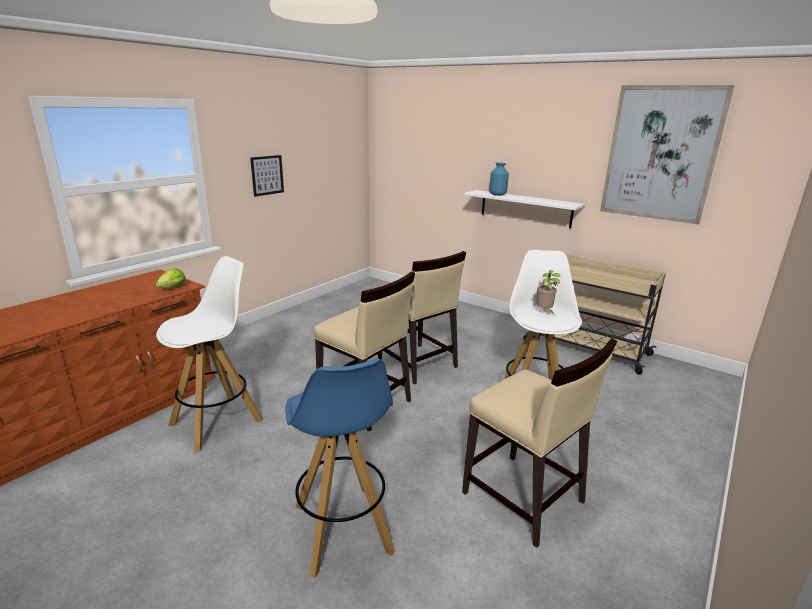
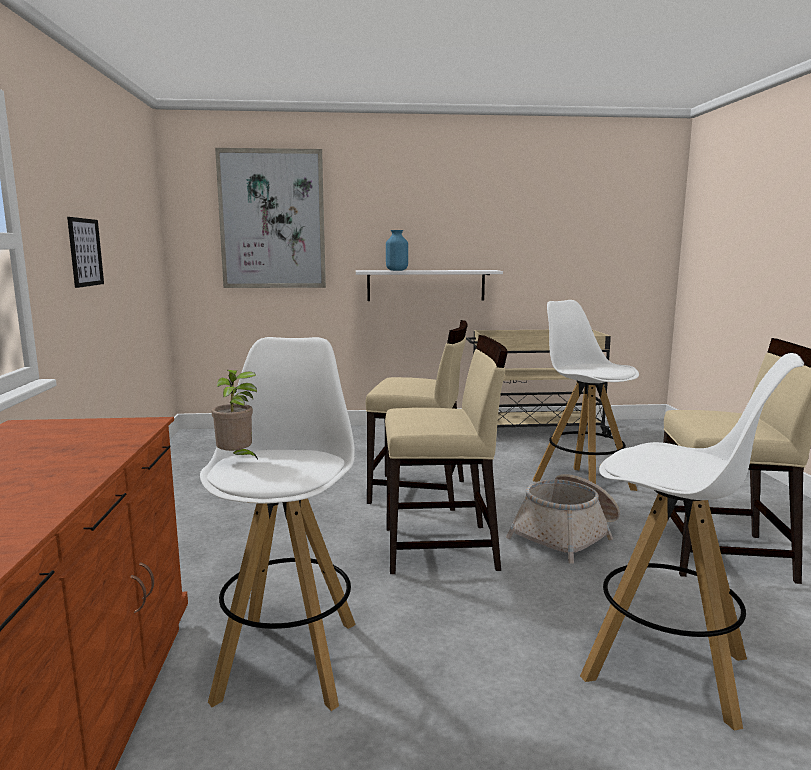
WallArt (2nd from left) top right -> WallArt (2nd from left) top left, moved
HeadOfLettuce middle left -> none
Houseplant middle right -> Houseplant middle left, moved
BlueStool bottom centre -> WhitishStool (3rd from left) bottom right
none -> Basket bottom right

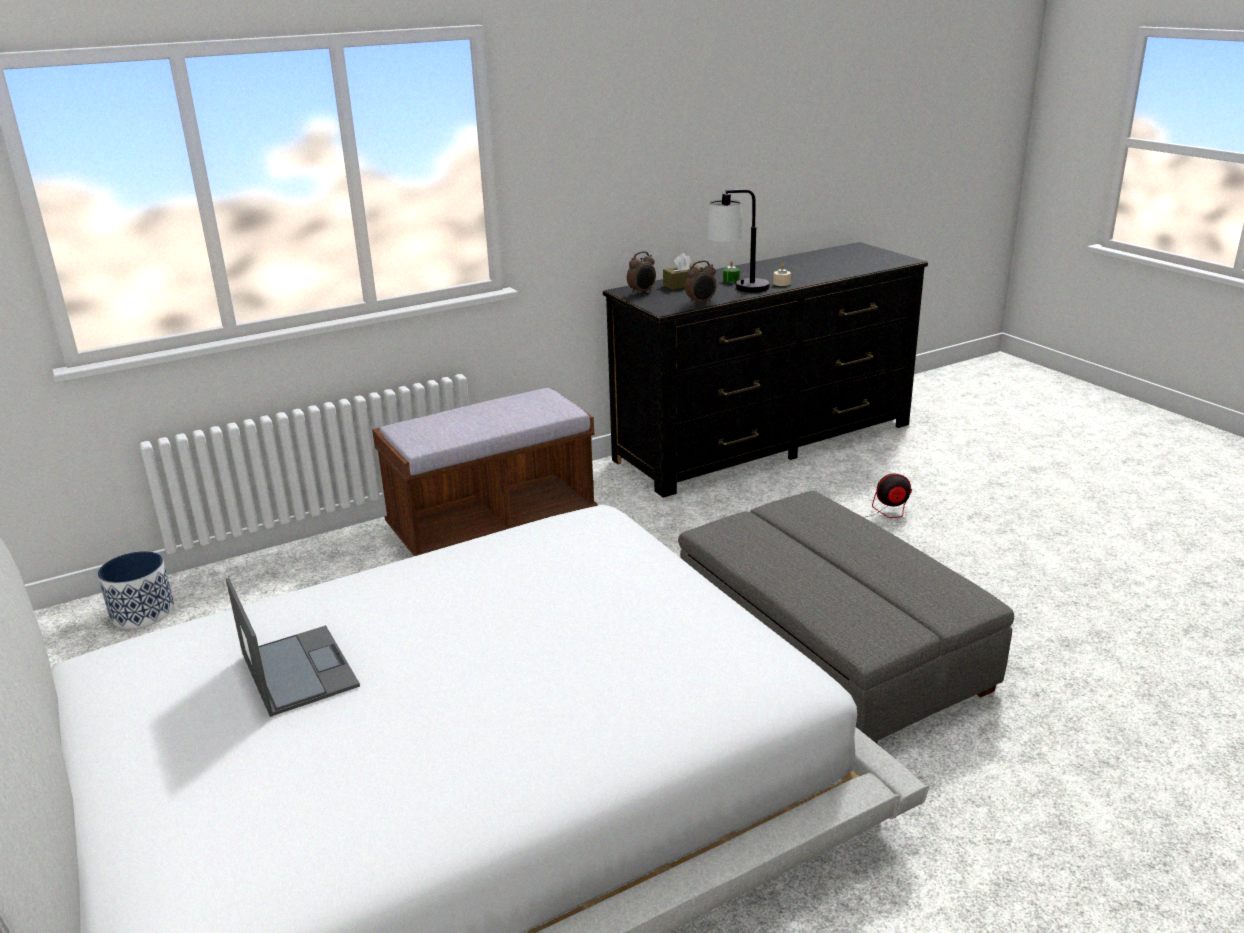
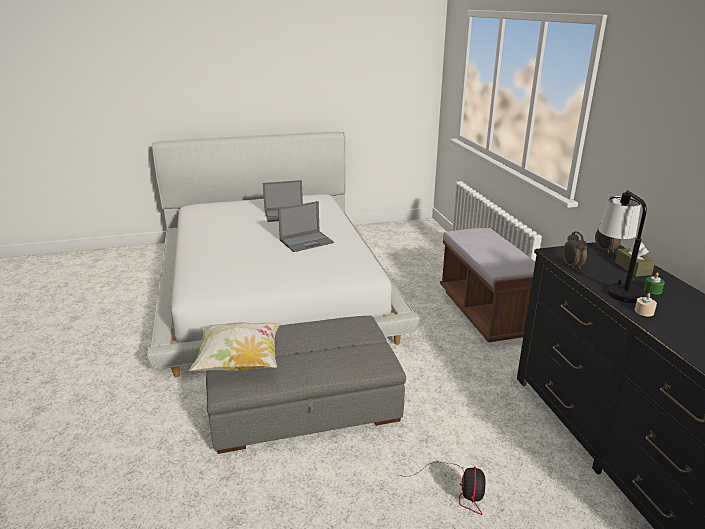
Planter middle left -> none
none -> Laptop (2nd from left) centre
none -> ThrowPillow middle left

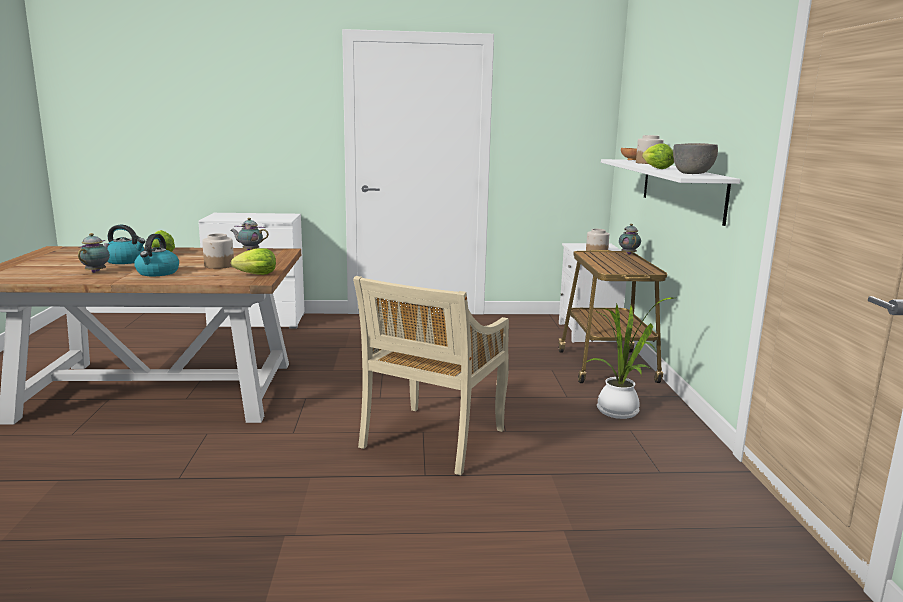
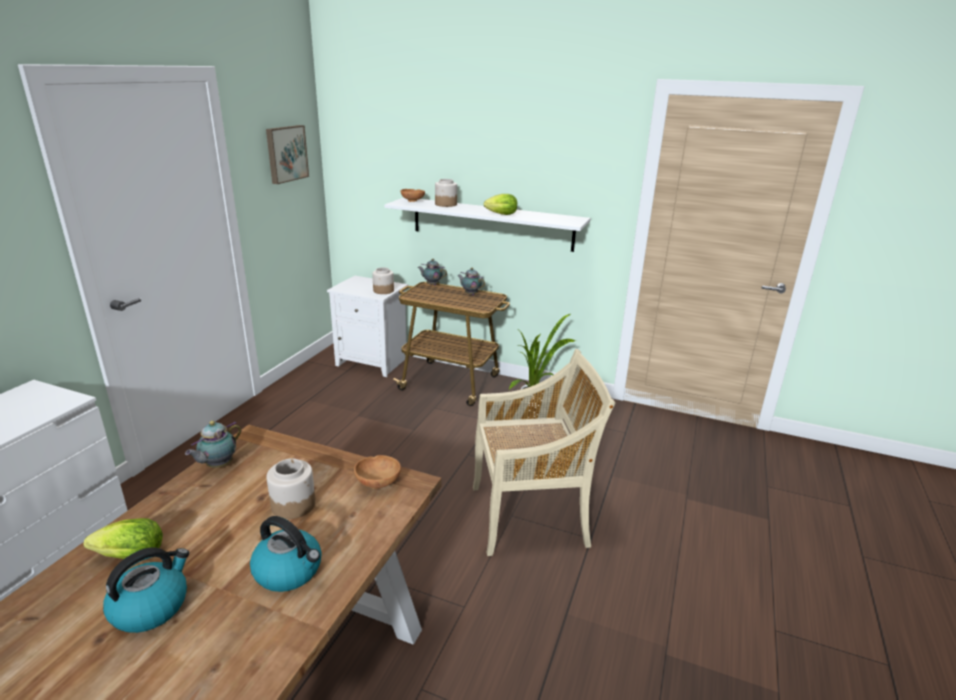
GrayBowl top right -> none
TeaPot (1st from left in the first image) middle left -> TeaPot (3rd from left) centre, moved
HeadOfLettuce (2nd from left) middle left -> BrownColouredBowl (1st from left) bottom centre
SandColouredPlainChair centre, 60 degrees counterclockwise
none -> WallArt top left

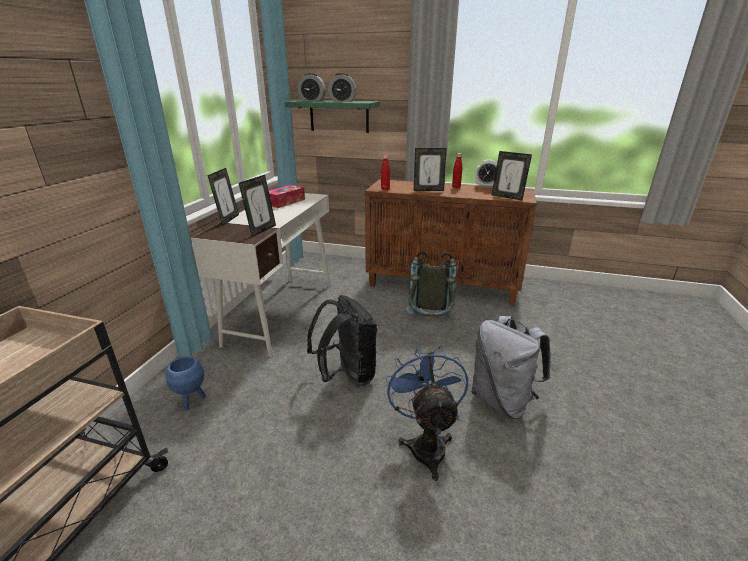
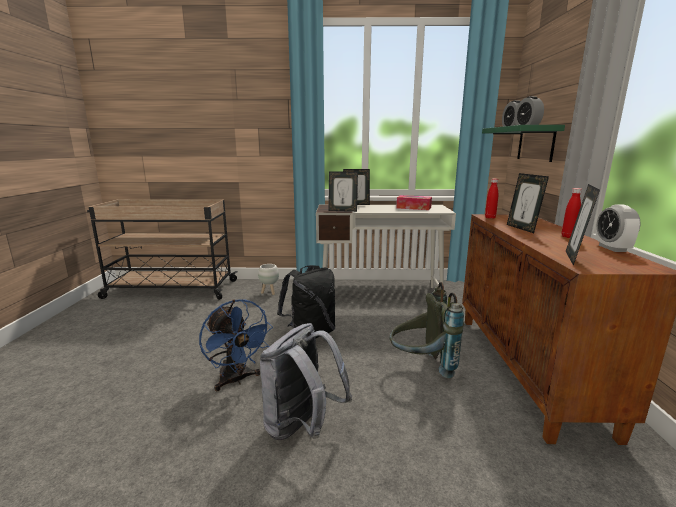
BlueElectricFan bottom centre, 75 degrees clockwise
BluePlanter bottom left -> WhitishPlanter centre

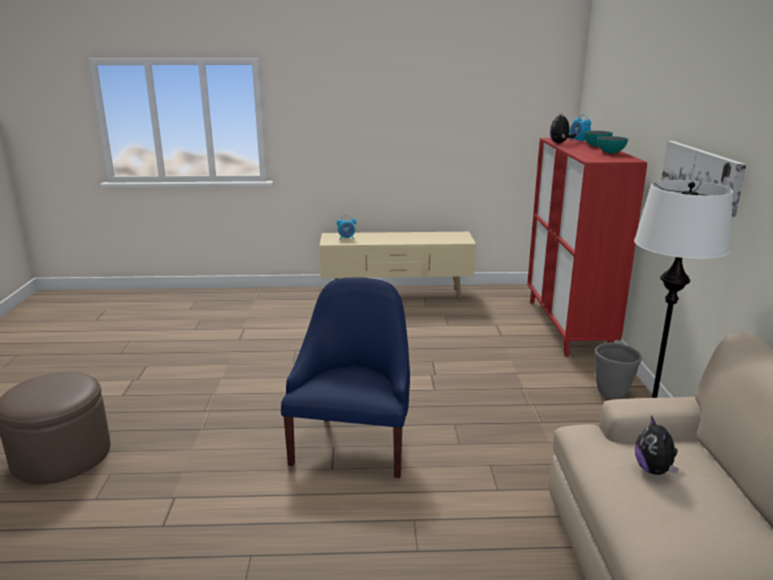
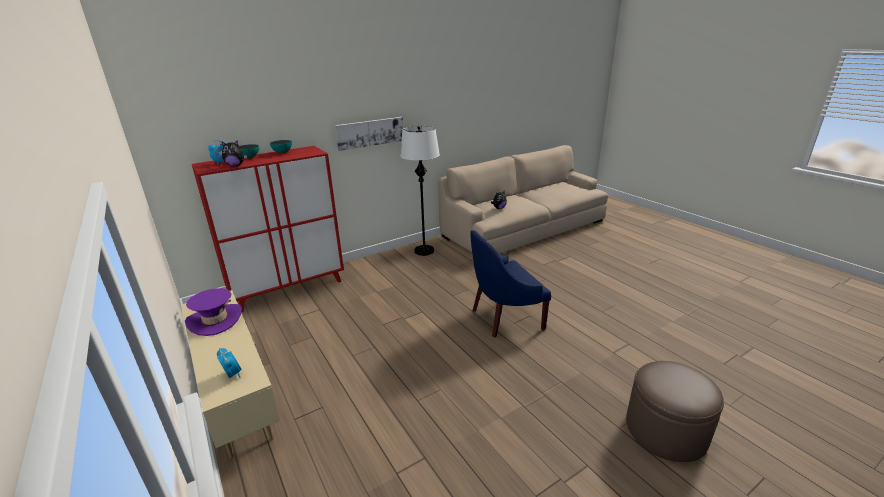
GrayPlanter middle right -> none
none -> PurplishWearableHat middle left

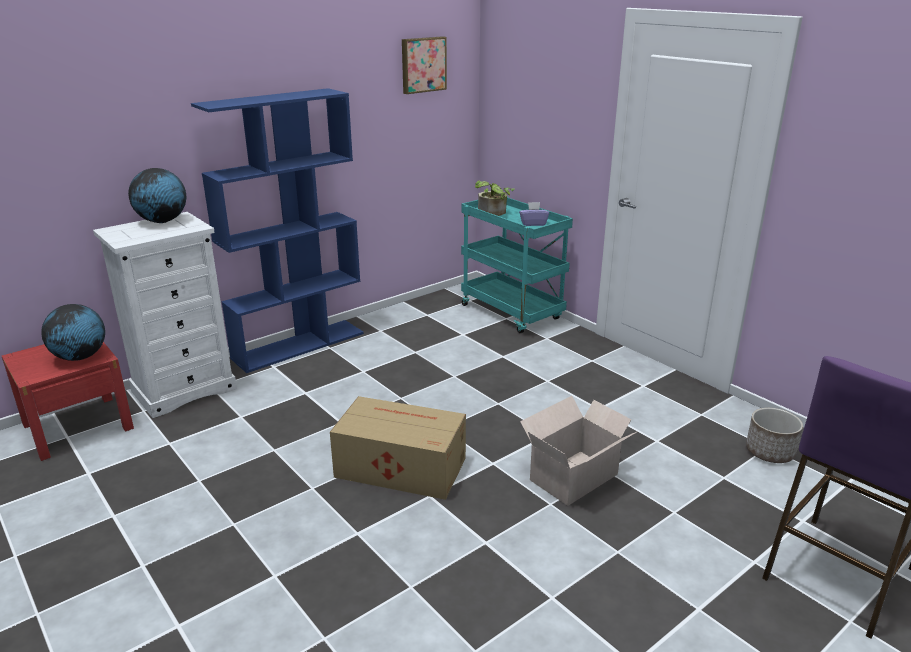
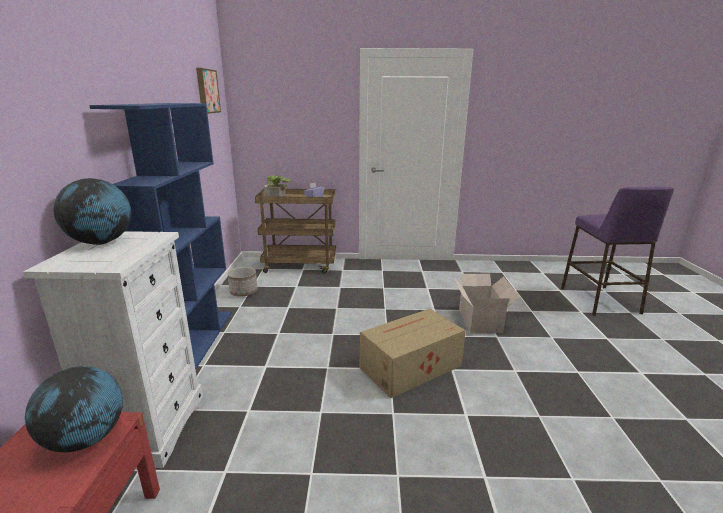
TurquoiseColouredTrolley centre -> BrownColouredTrolley centre
Planter bottom right -> Planter centre, moved

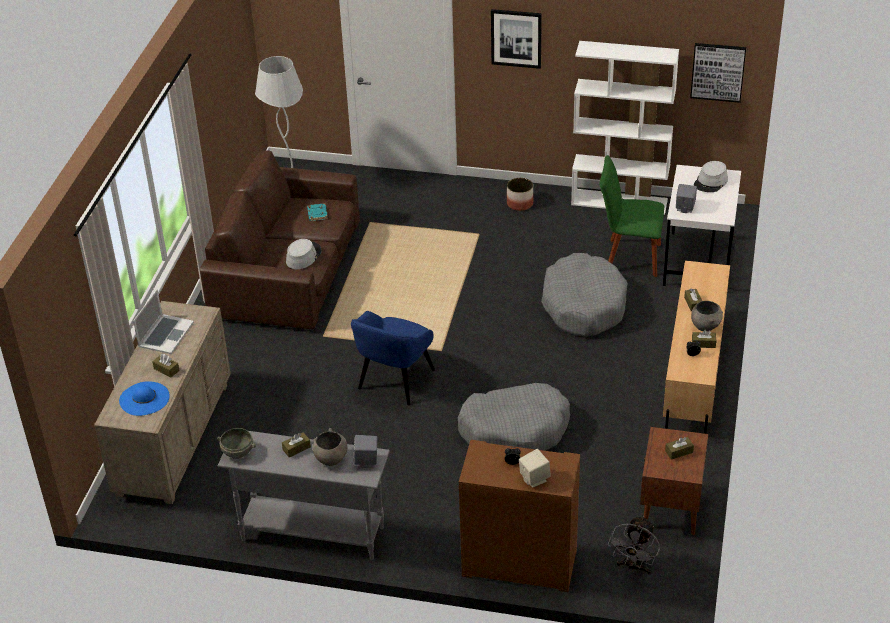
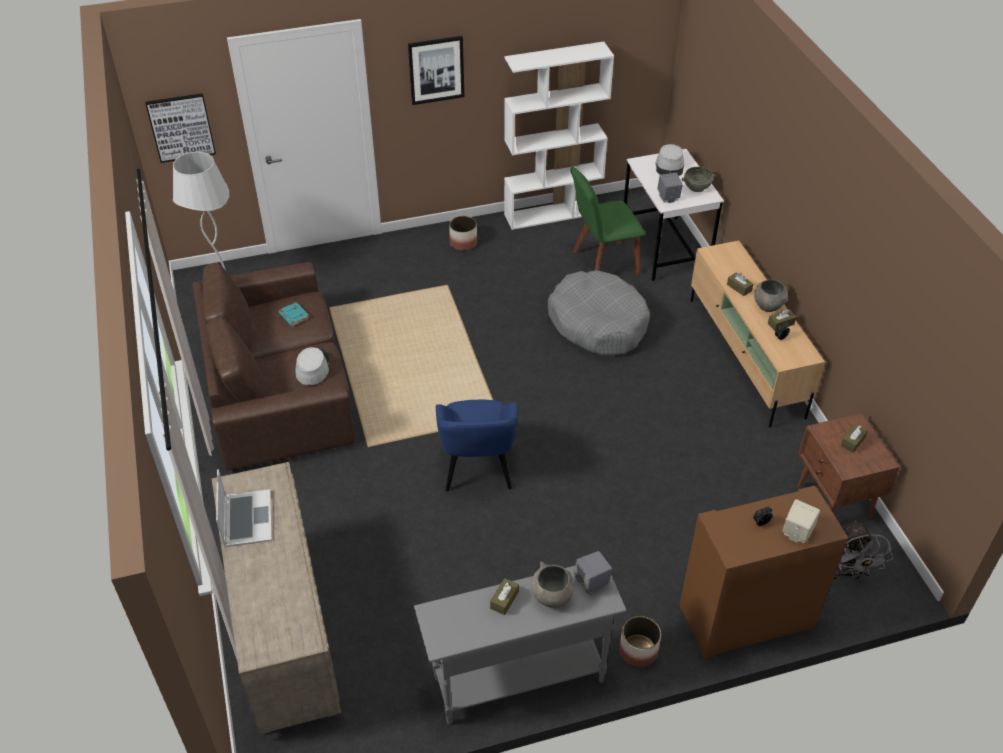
WallArt (2nd from left in the first image) top right -> WallArt (1st from left) top left, moved
BrownColouredTissueBox (1st from left) middle left -> none
BlueWearableHat middle left -> none
GrayPetBed (1st from left) bottom centre -> none
GrayBowl (1st from left in the first image) bottom left -> GrayBowl (2nd from left) top right, moved
none -> Planter (2nd from left) bottom centre

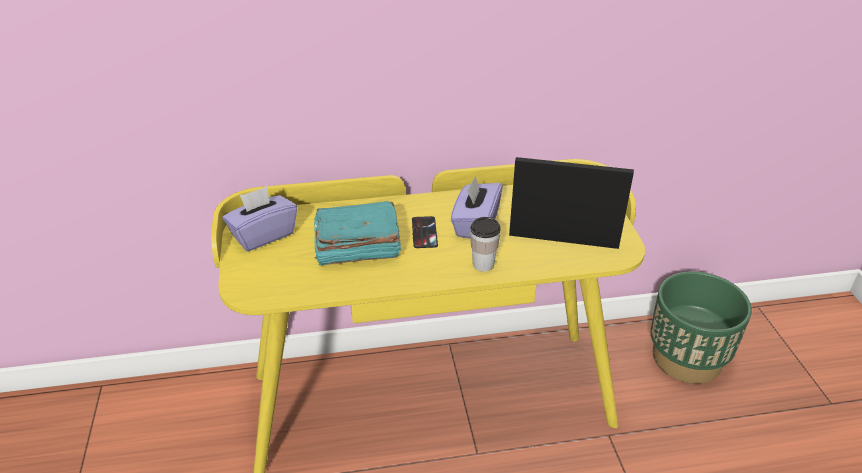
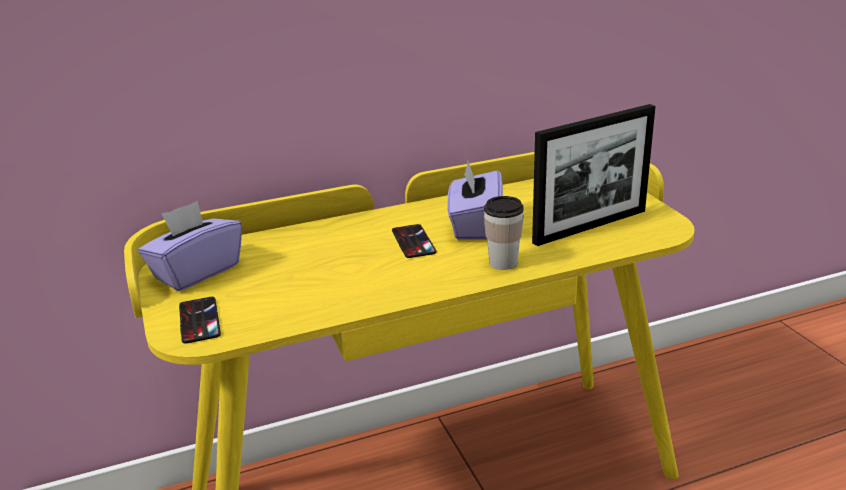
StandingFrame centre -> StandingFrame middle right, 150 degrees clockwise
TurquoiseColouredBook centre -> none
GreenPlanter bottom right -> none
none -> Handset (1st from left) middle left

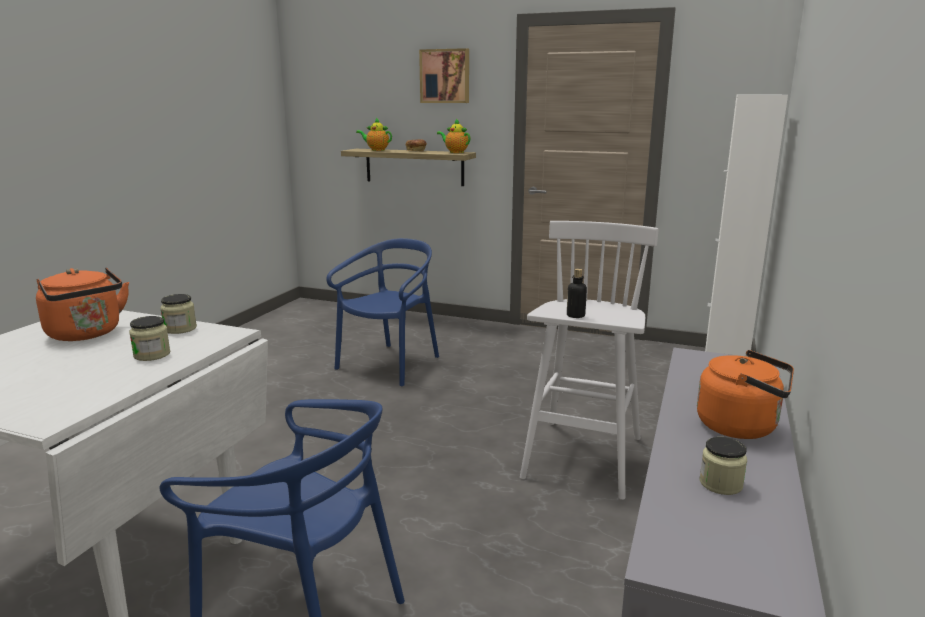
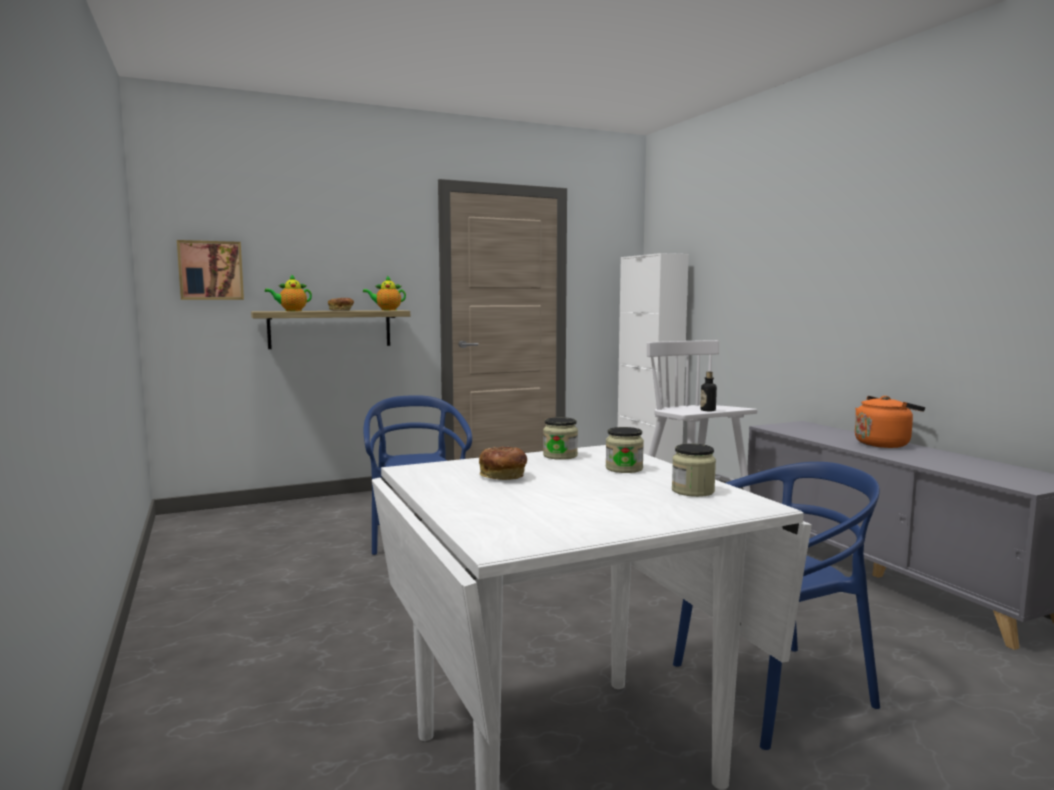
WallArt top centre -> WallArt middle left, moved
OrangeColouredTeaKettle (1st from left) middle left -> Bread (2nd from left) centre
StorageJar (3rd from left) bottom right -> StorageJar (3rd from left) centre, moved

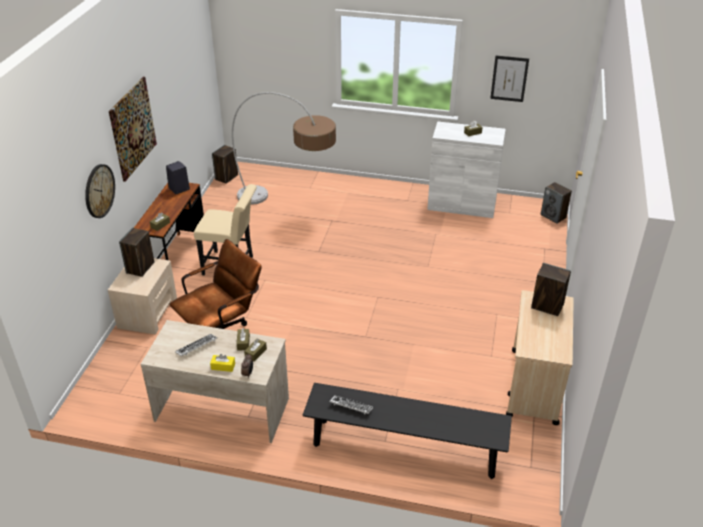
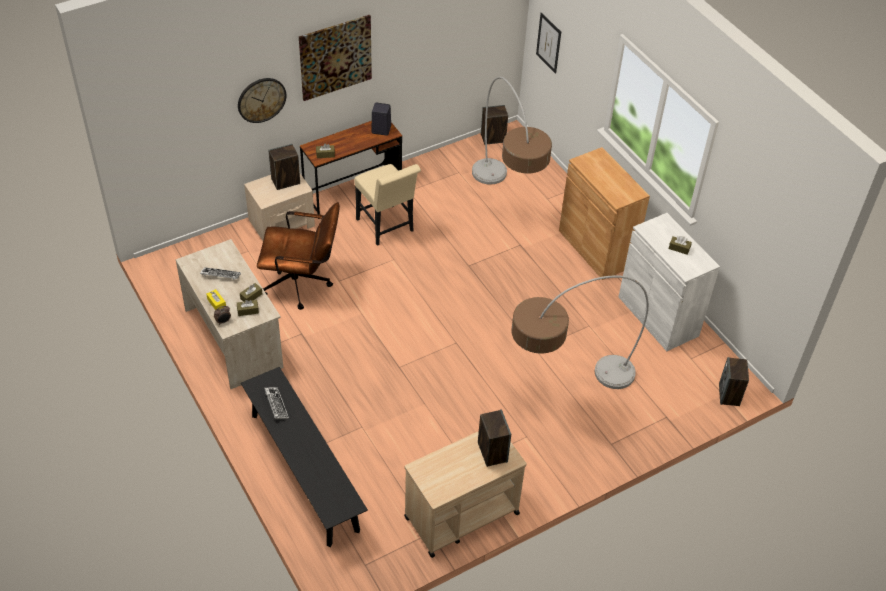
WallArt (2nd from left) top right -> WallArt (2nd from left) top centre, moved
none -> BrownColouredCupboard middle right
none -> StandingLamp (2nd from left) centre

